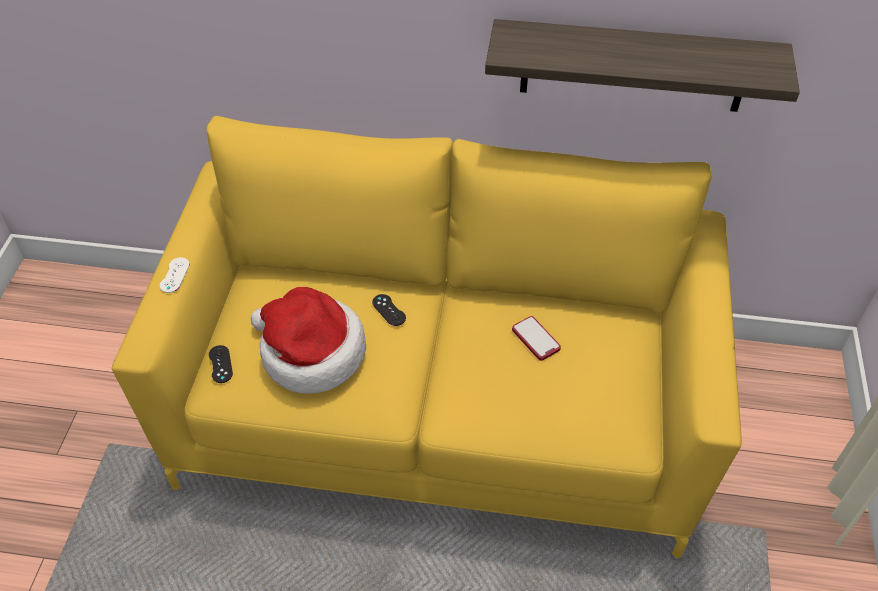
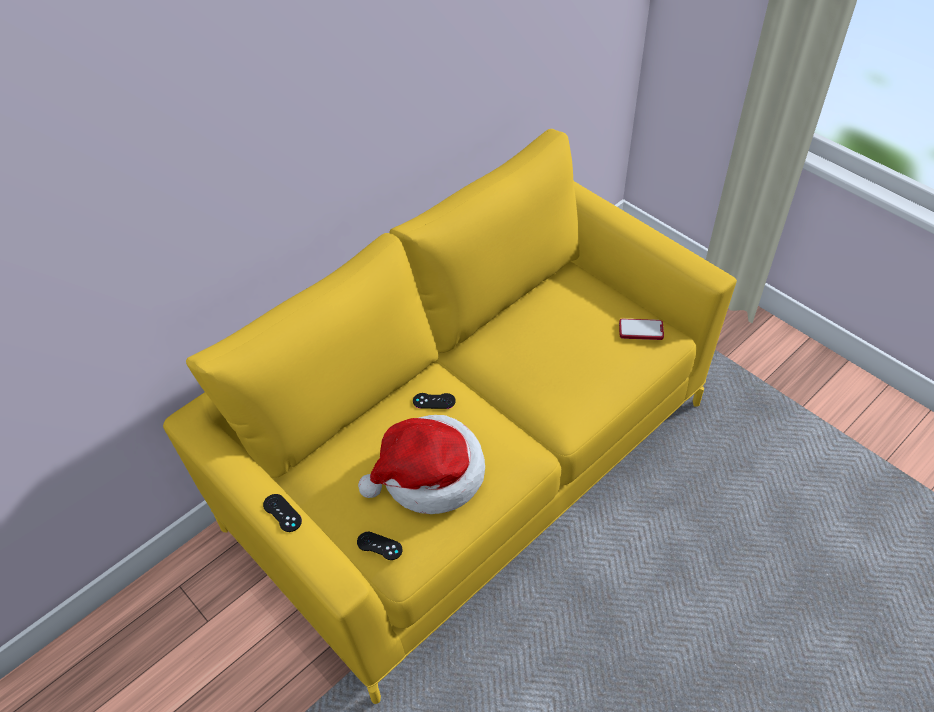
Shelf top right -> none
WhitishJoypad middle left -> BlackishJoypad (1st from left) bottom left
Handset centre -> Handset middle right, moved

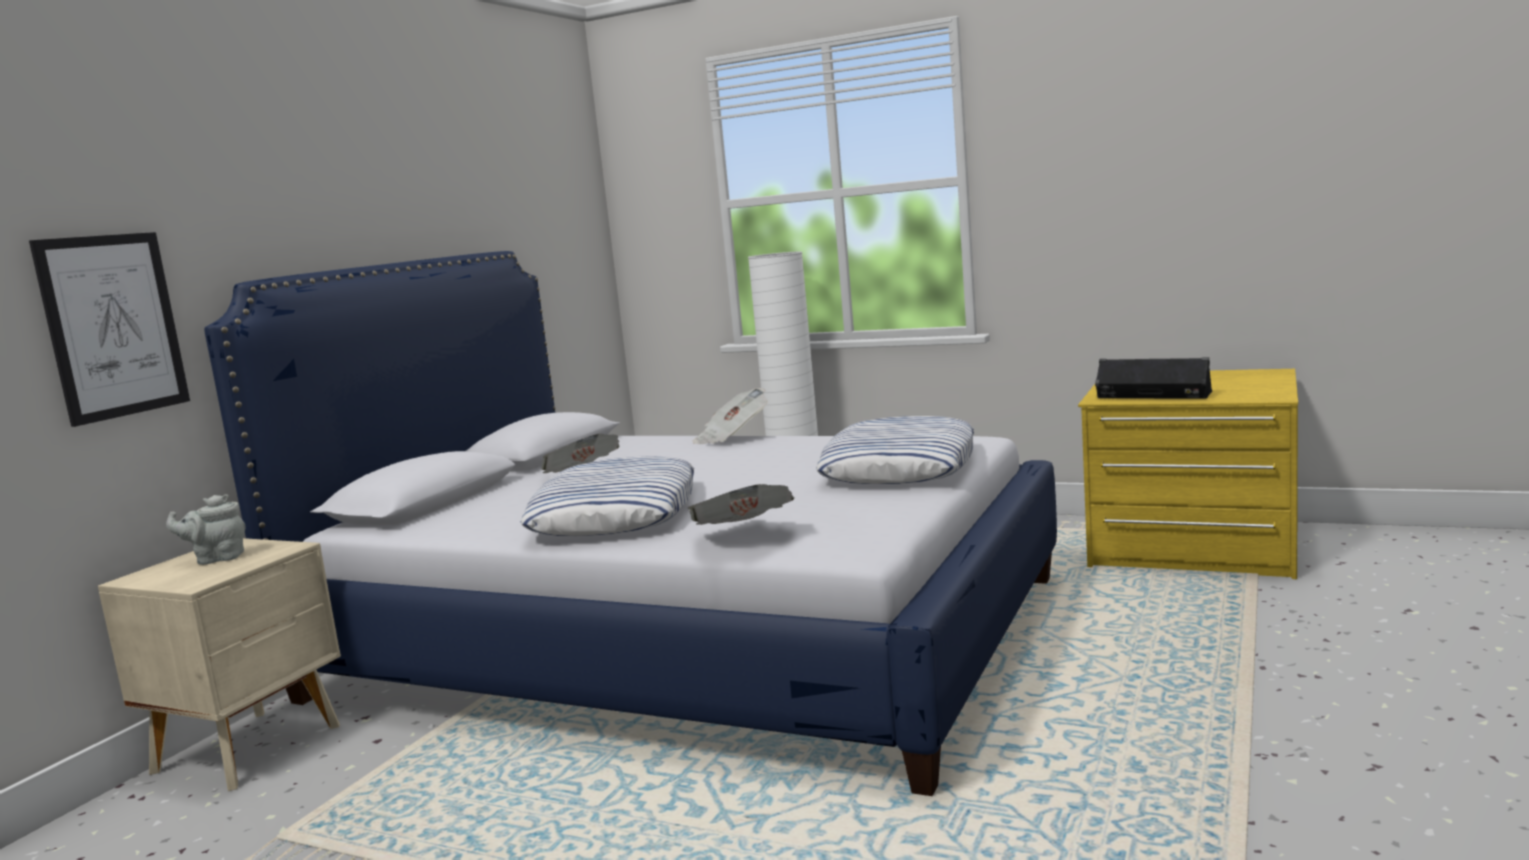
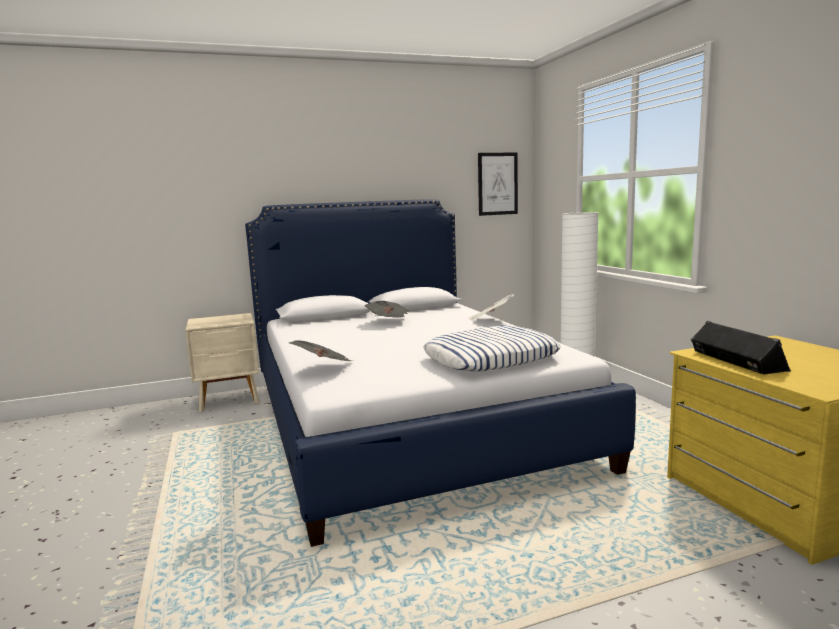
WallArt middle left -> WallArt top centre, moved
ThrowPillow (1st from left) centre -> none
GrayTeaPot middle left -> none

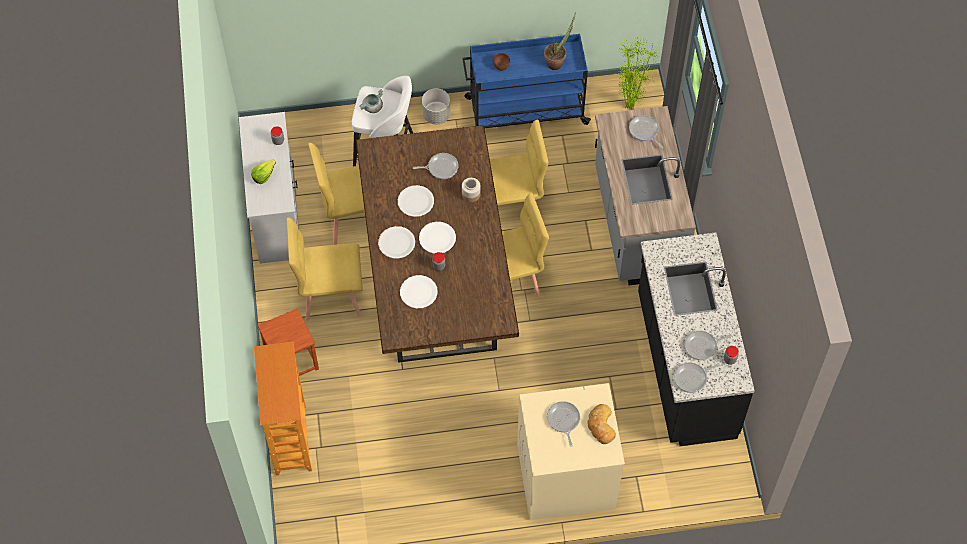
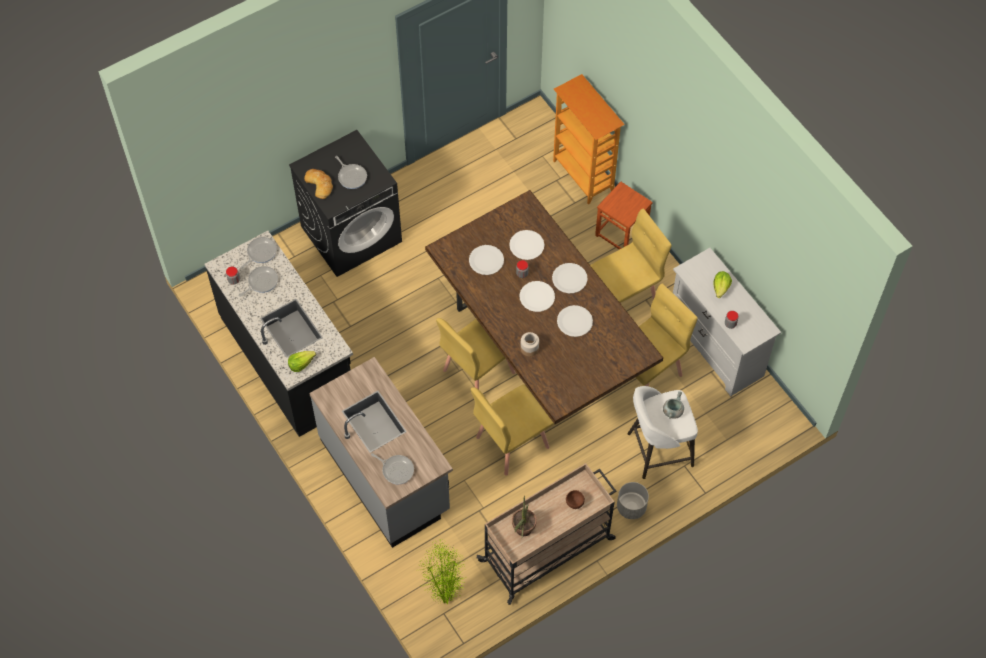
BlueTrolley top centre -> SandColouredTrolley bottom centre
FryingPan (1st from left) top centre -> none
SandColouredWashingMachine bottom centre -> BlackishWashingMachine top centre
none -> WhitishDinnerPlate (1st from left) centre
none -> HeadOfLettuce (1st from left) middle left

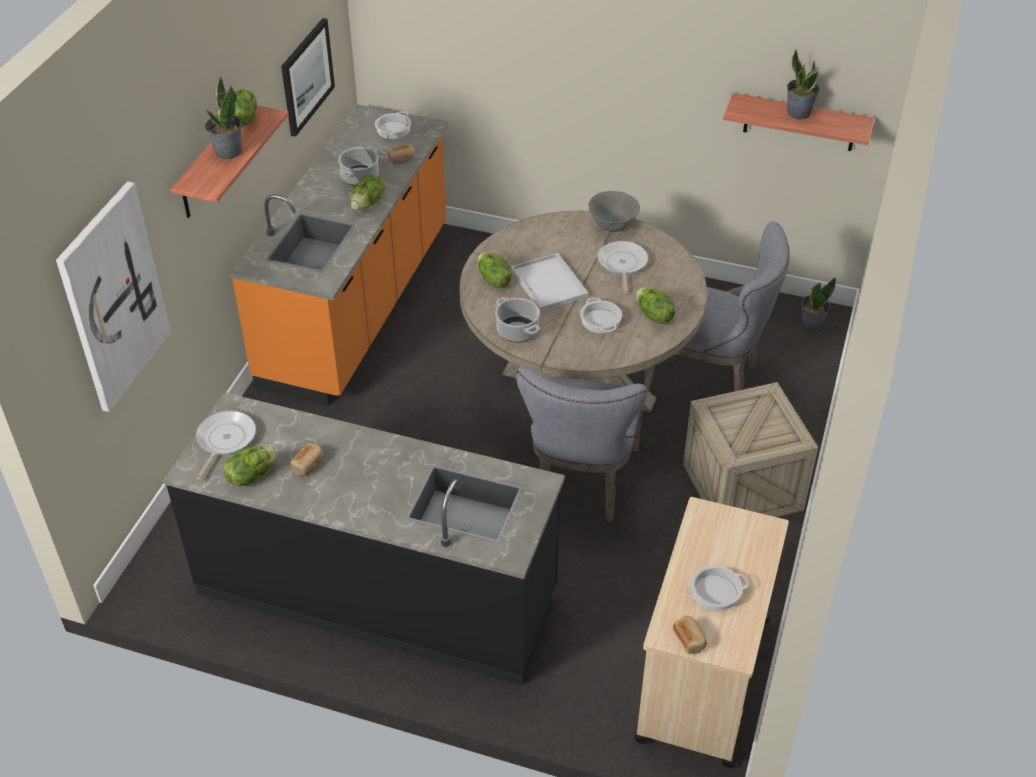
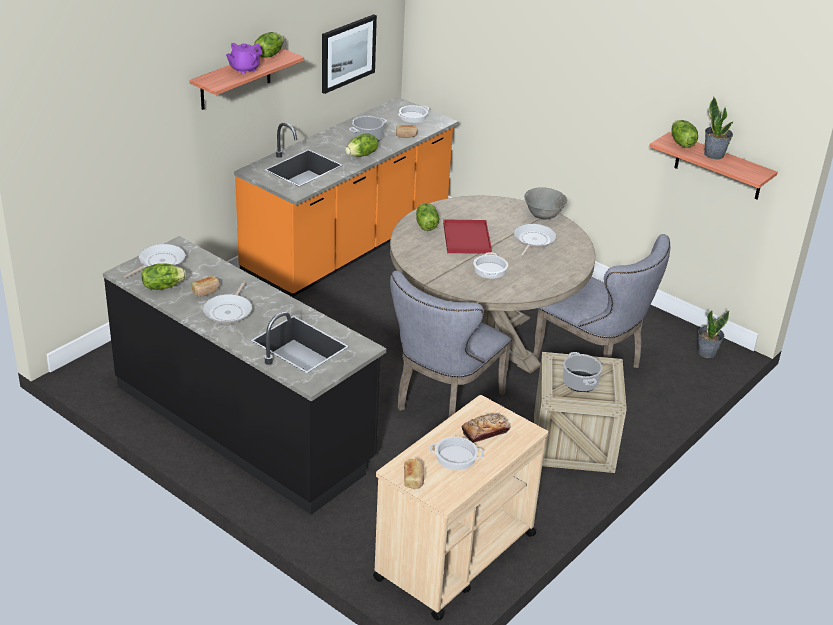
Houseplant (1st from left) top left -> PurplishTeaPot top left
WallArt (1st from left) middle left -> none
WhitishServingTray centre -> ReddishServingTray centre
HeadOfLettuce (5th from left) centre -> HeadOfLettuce (5th from left) top right, moved
Saucepot (3rd from left in the first image) centre -> Saucepot (5th from left) middle right, moved
none -> FryingPan (2nd from left) middle left
none -> Bread (4th from left) bottom centre

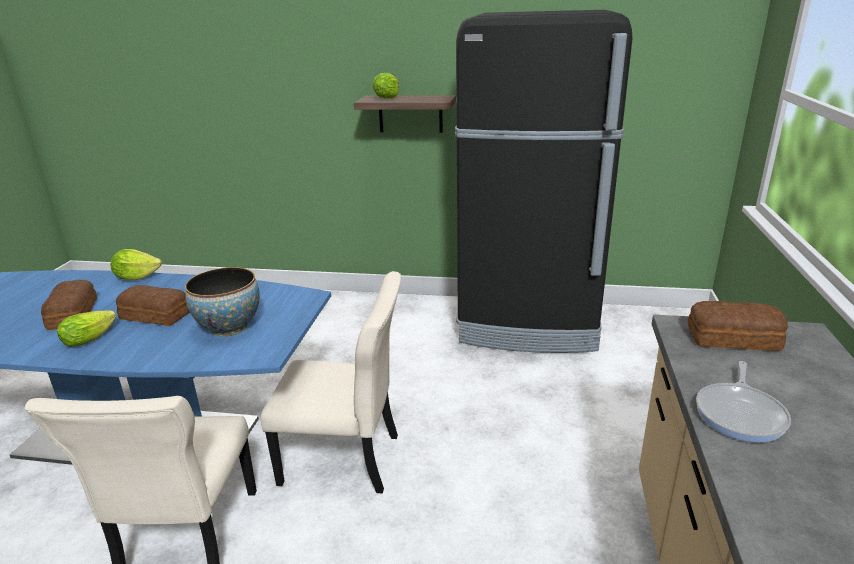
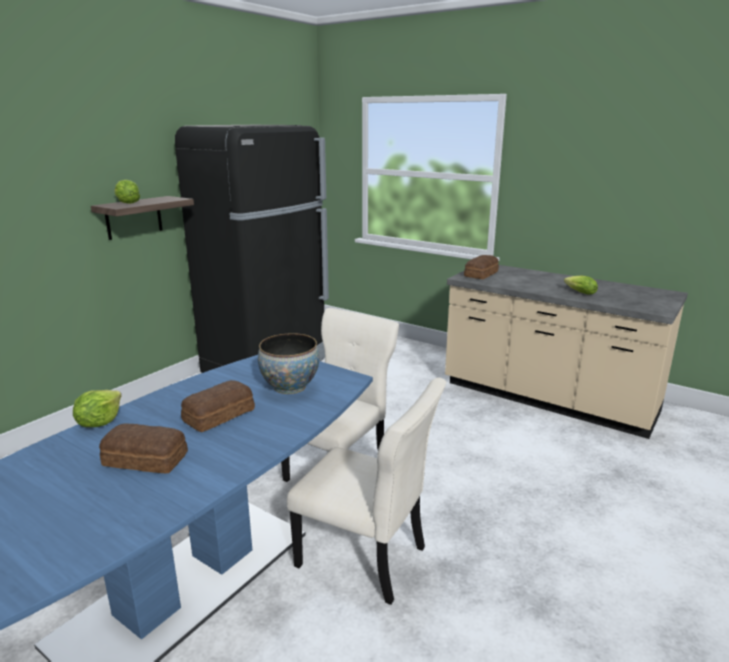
HeadOfLettuce (1st from left in the first image) middle left -> HeadOfLettuce (3rd from left) middle right, moved
FryingPan bottom right -> none

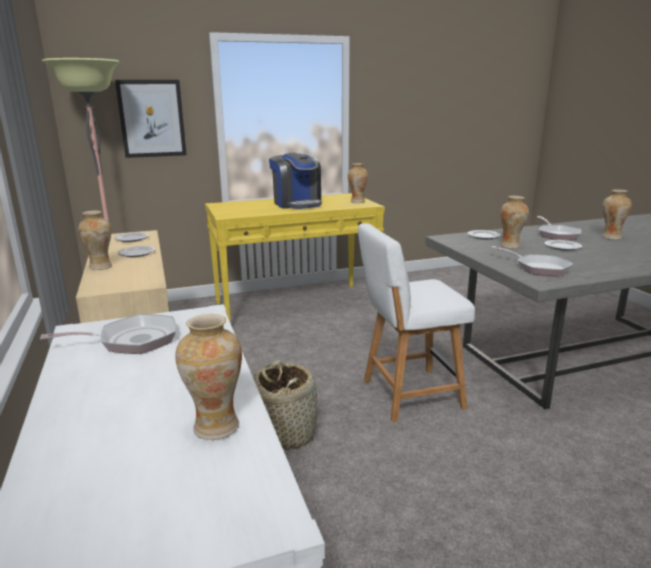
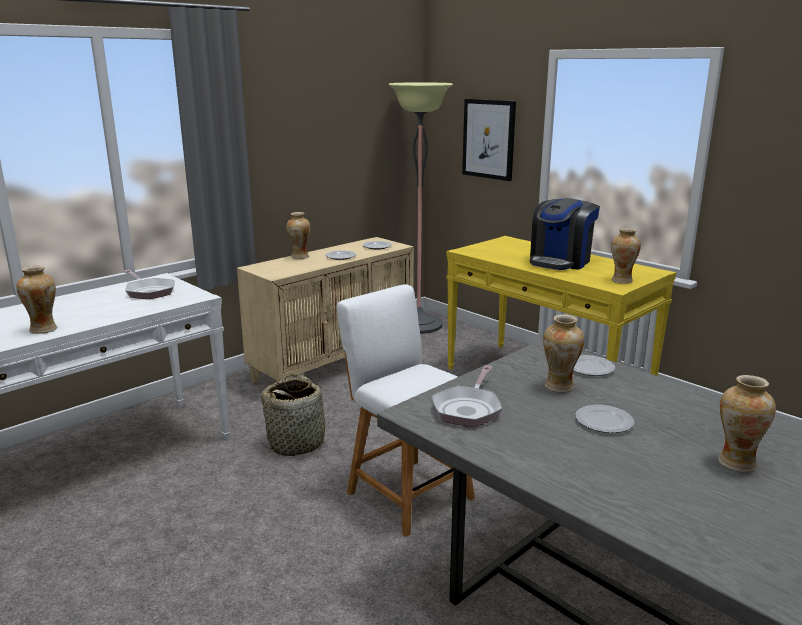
FryingPan (3rd from left) middle right -> none

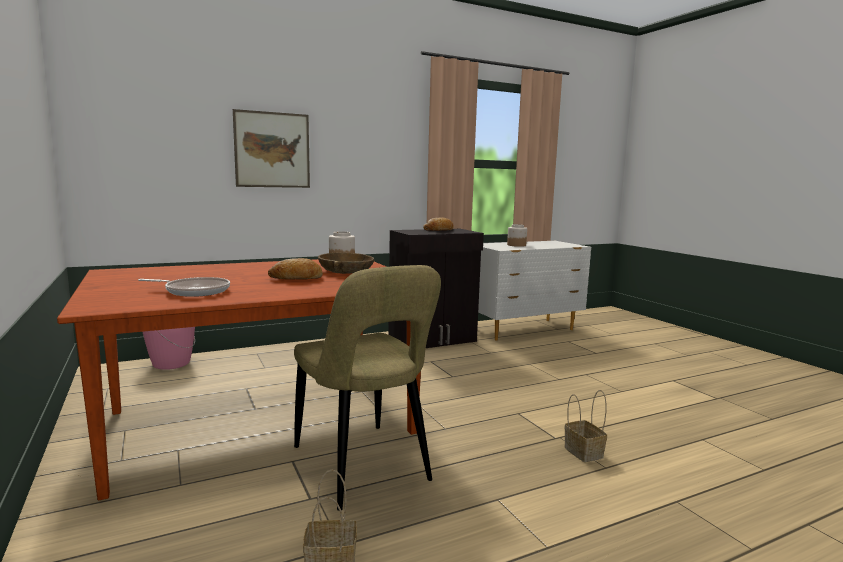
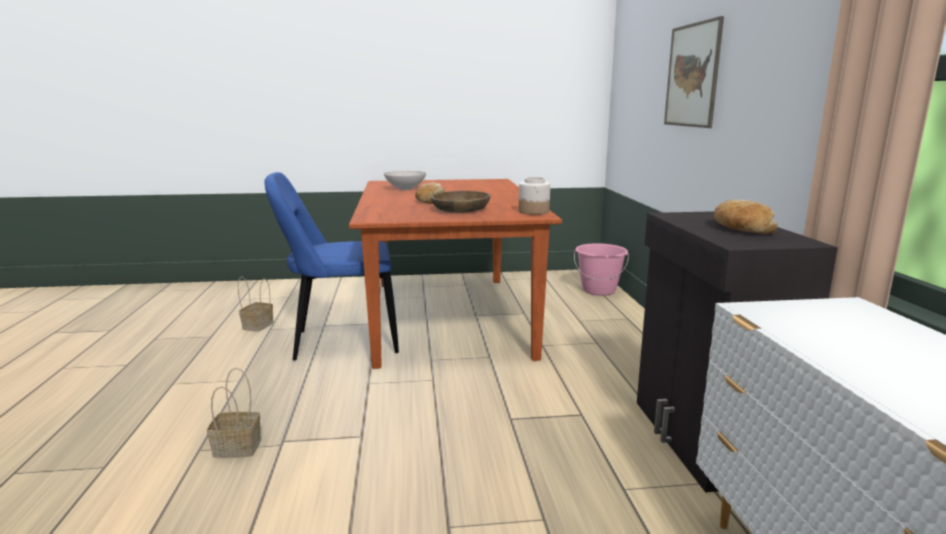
StorageJar (2nd from left) centre -> none
SandColouredPlainChair bottom centre -> BluePlainChair centre
FryingPan middle left -> WhitishBowl centre

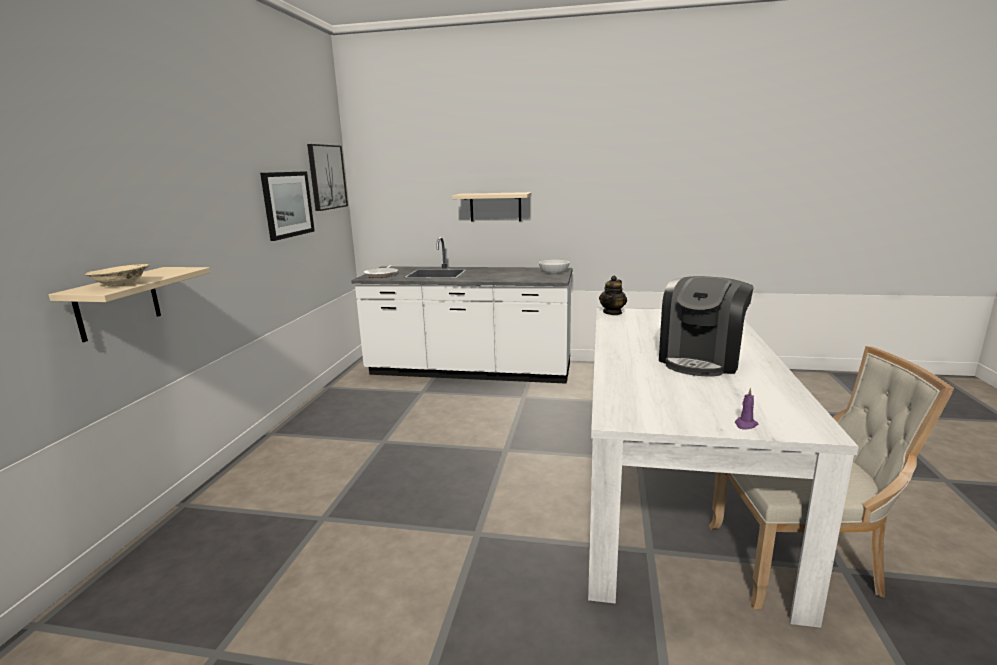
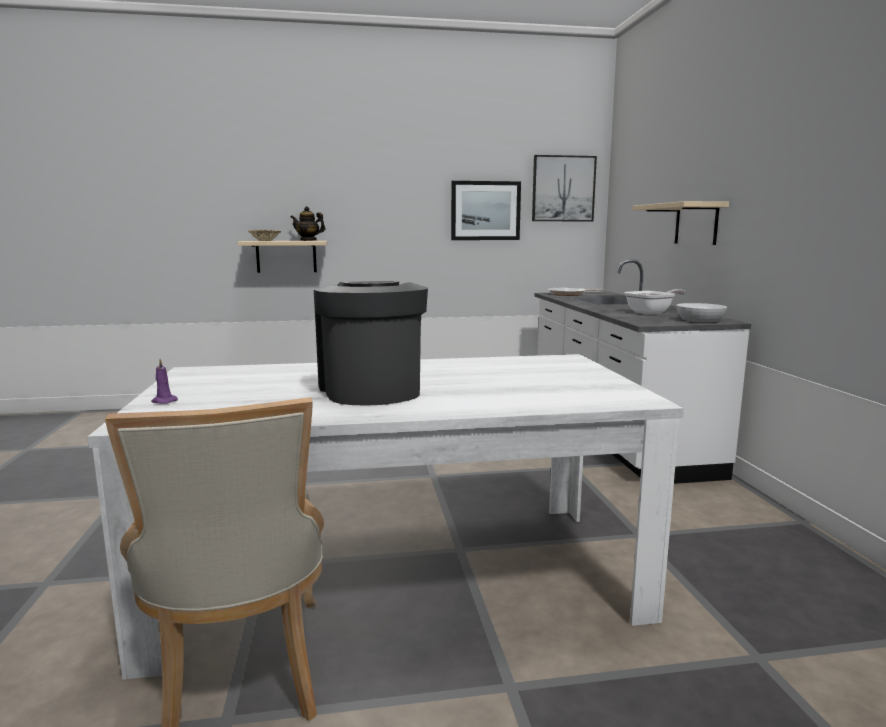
TeaPot centre -> TeaPot top centre, moved
CoffeeMachine middle right -> CoffeeMachine centre, 60 degrees clockwise
none -> FryingPan (2nd from left) middle right

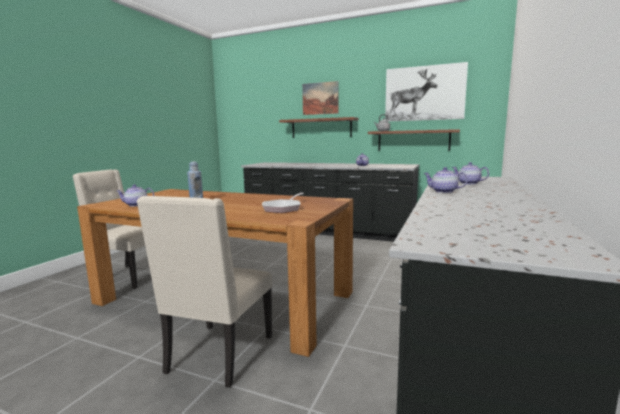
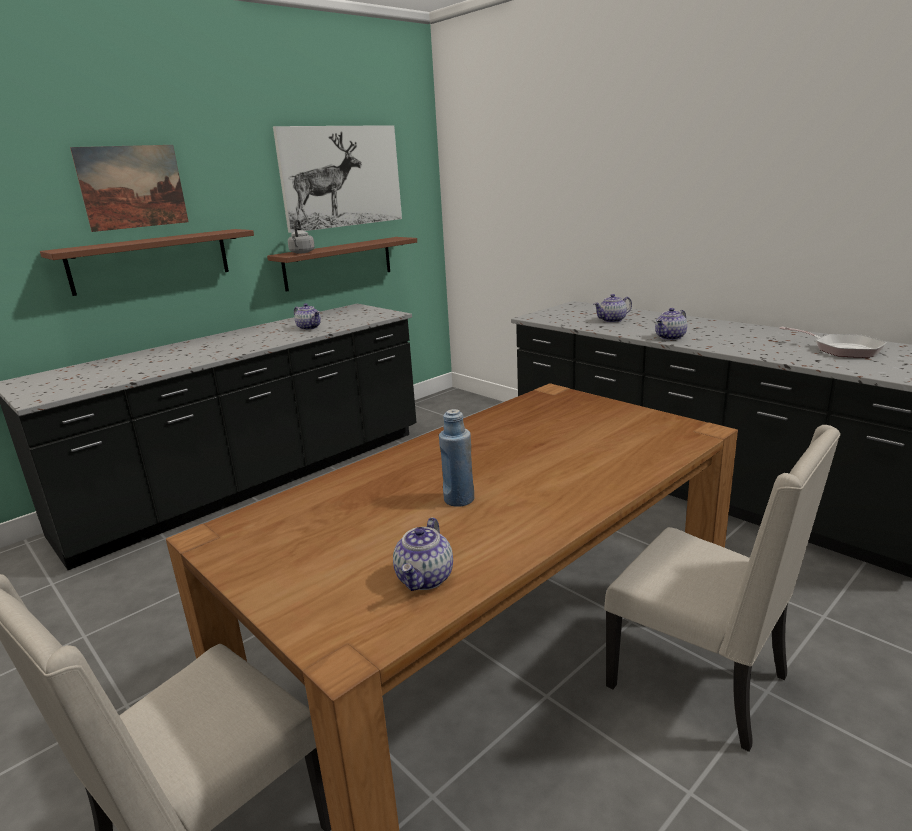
FryingPan centre -> FryingPan middle right, moved

